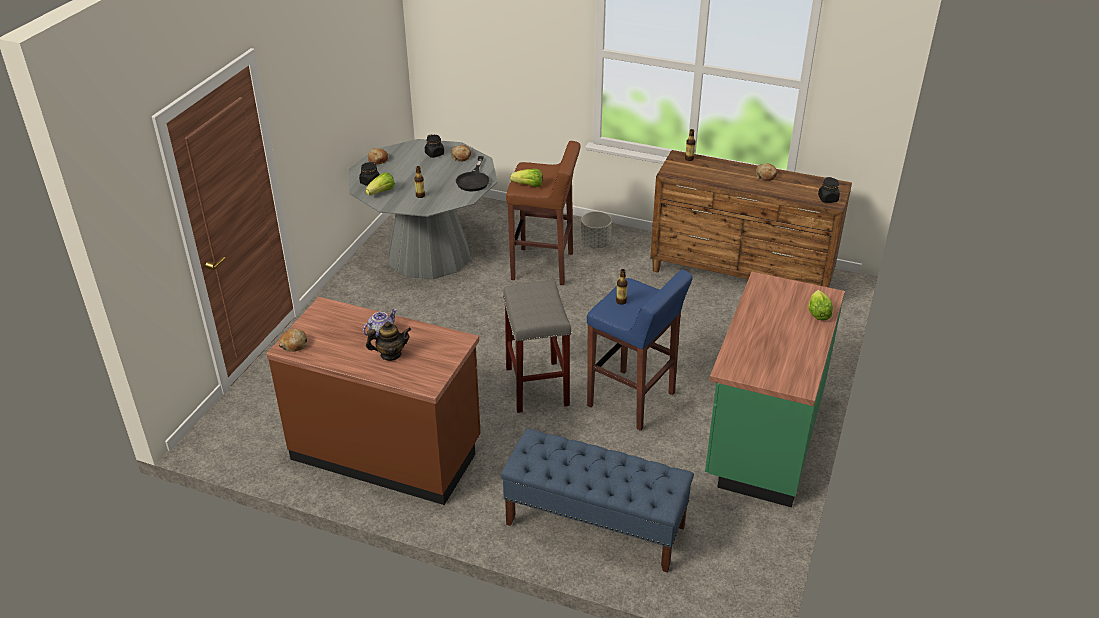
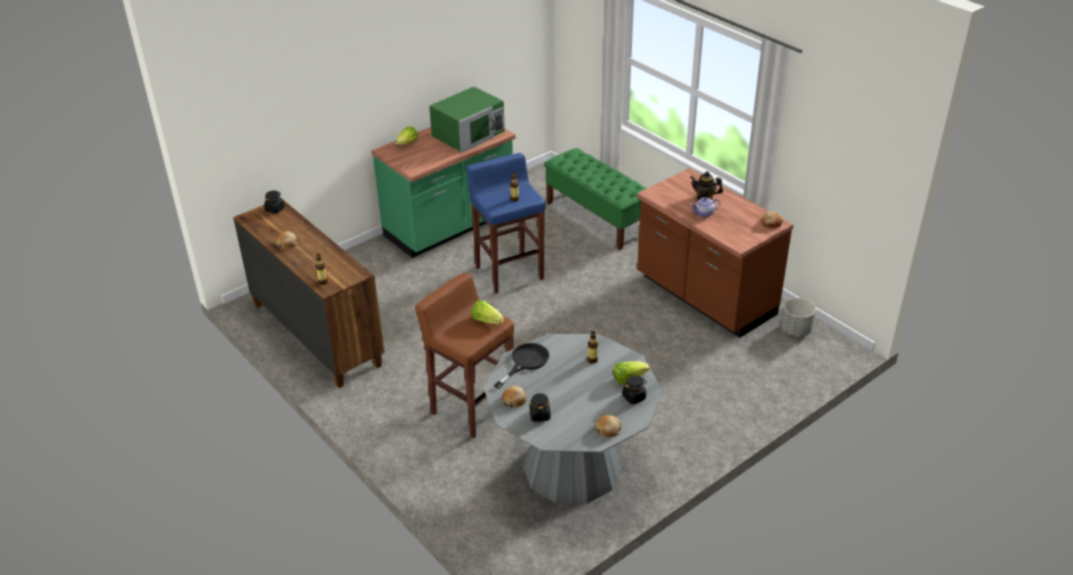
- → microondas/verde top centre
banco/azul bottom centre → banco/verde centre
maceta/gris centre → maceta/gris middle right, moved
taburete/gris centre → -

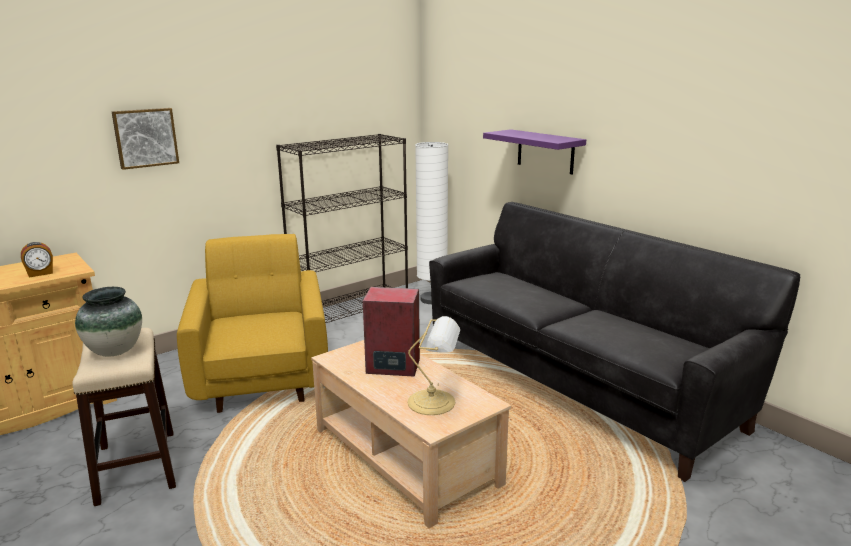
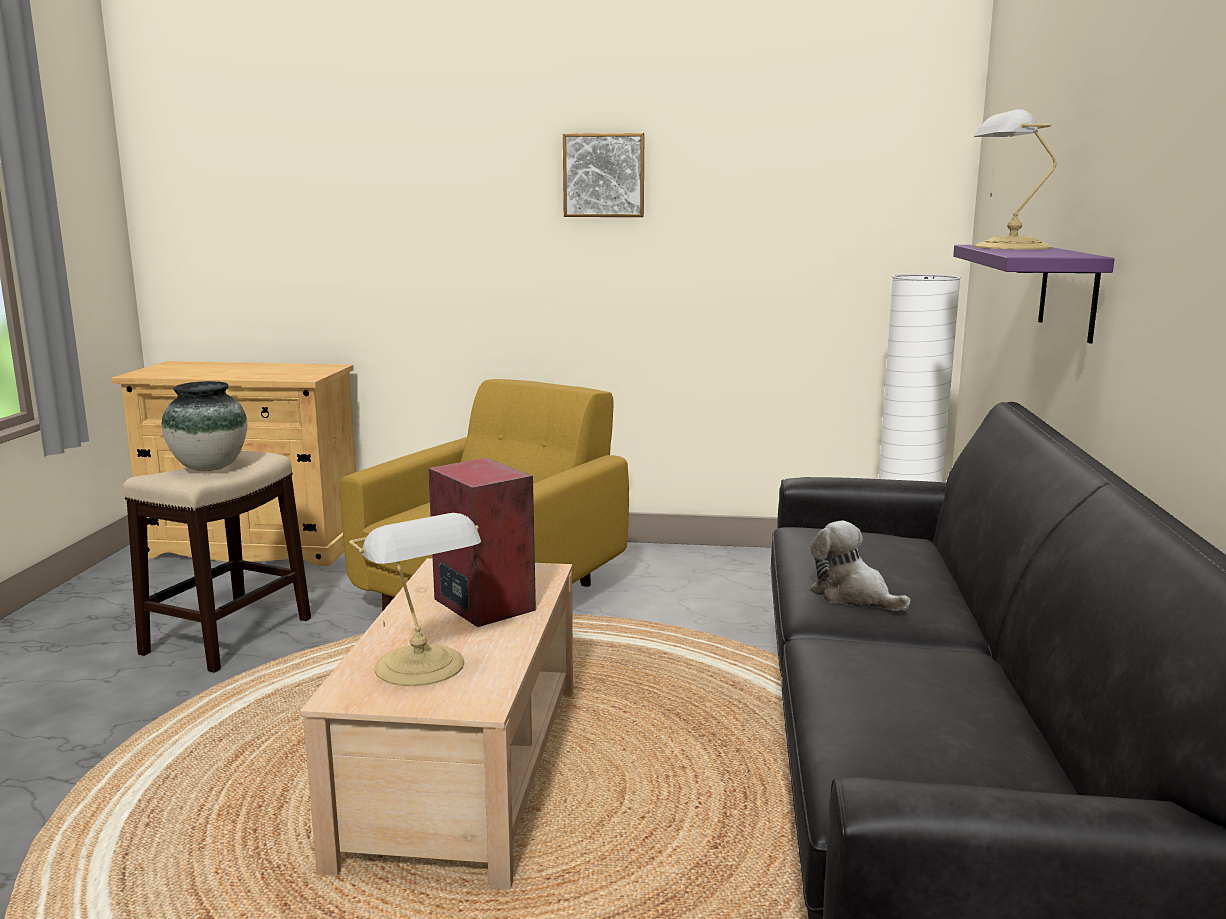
cuadro top left → cuadro top centre, moved
- → peluche middle right
- → lámpara de mesa (2nd from left) top right
despertador middle left → -
estantería/negro centre → -

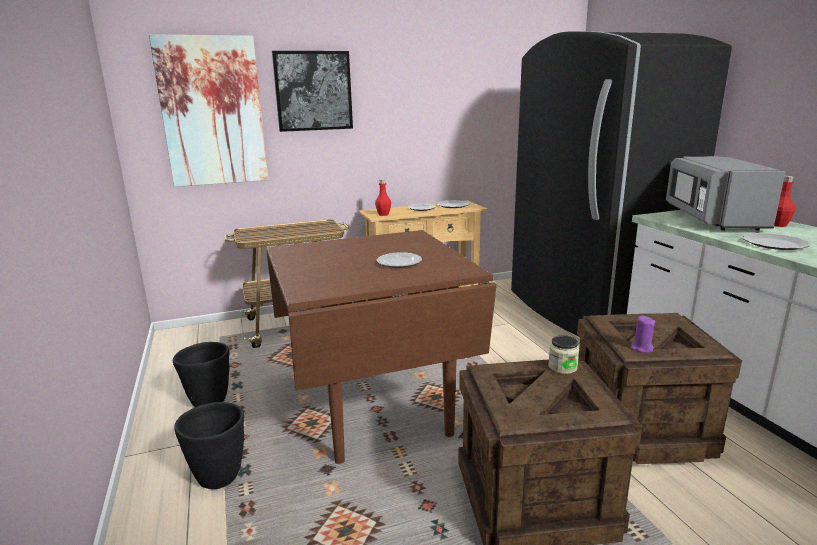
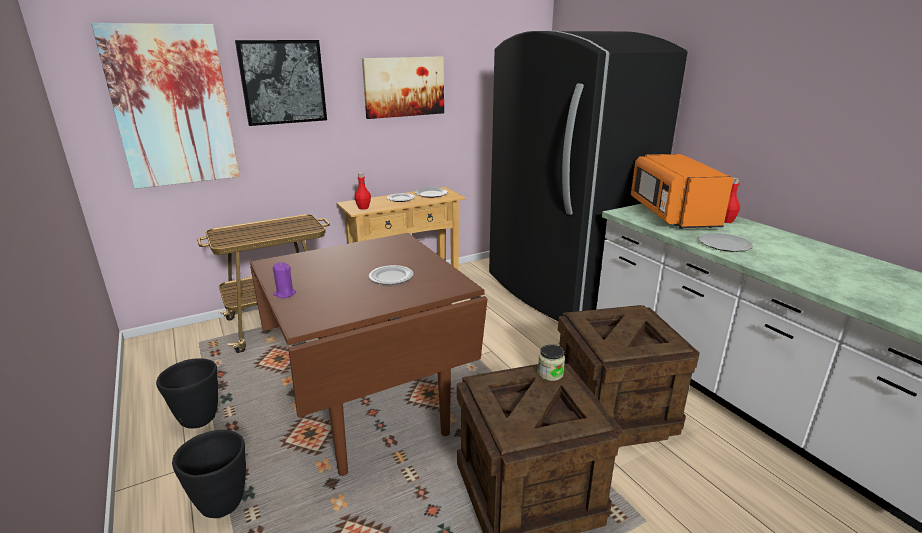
vela/morado middle right → vela/morado middle left, moved
- → cuadro (3rd from left) top centre
microondas/gris middle right → microondas/naranja middle right

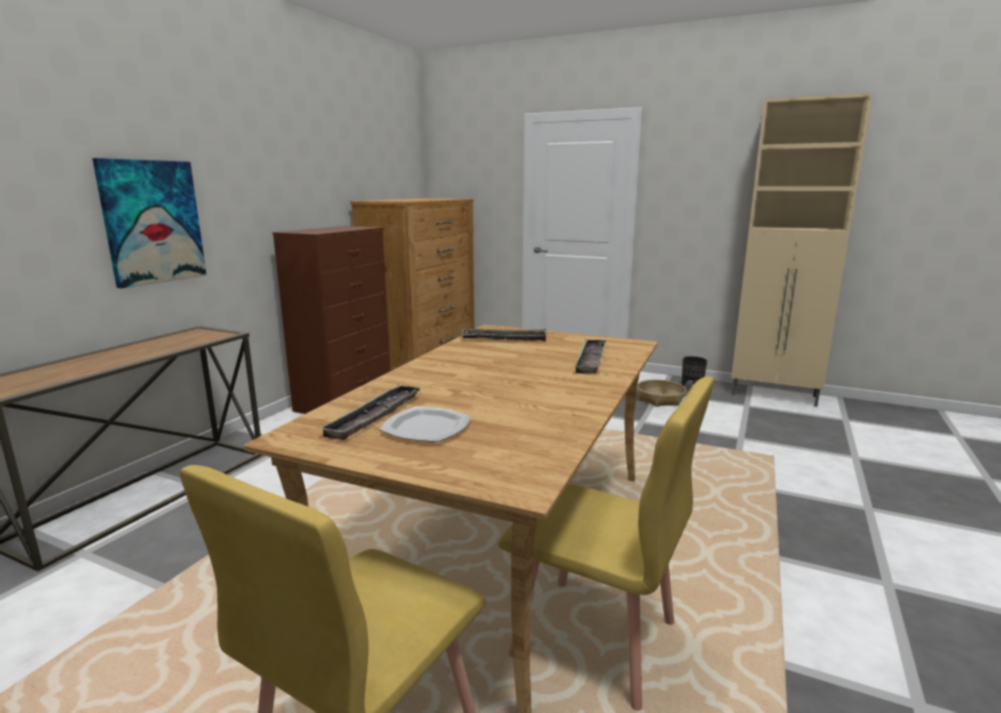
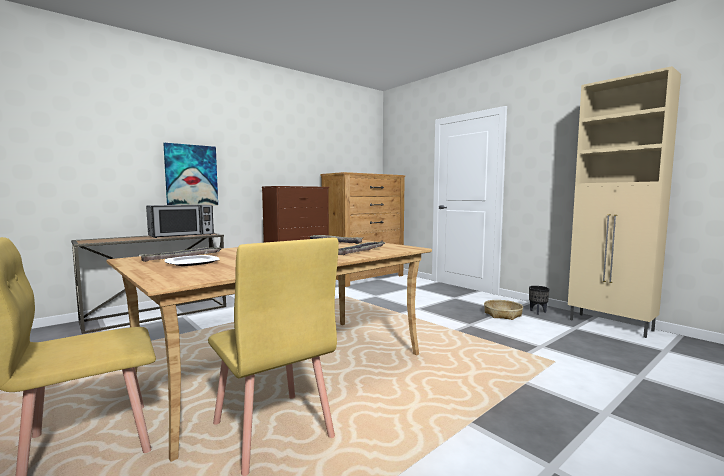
- → microondas middle left

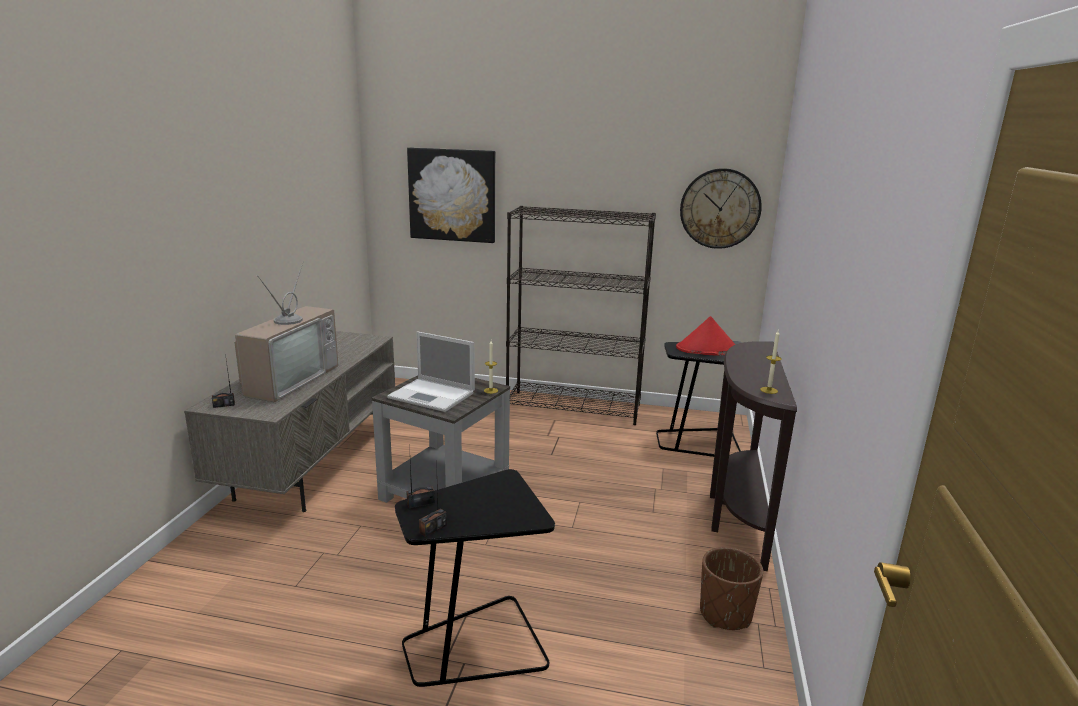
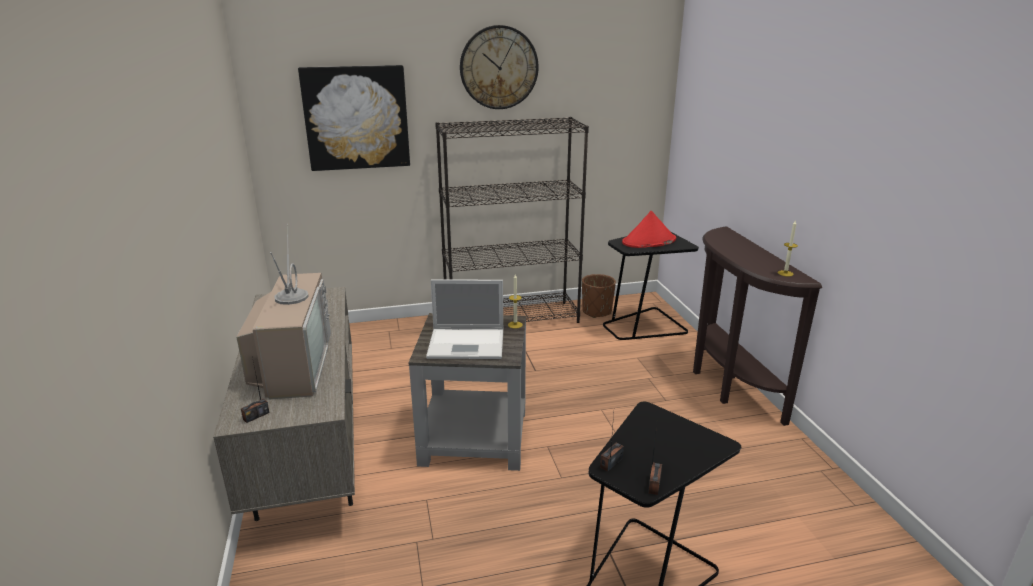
reloj de pared top right → reloj de pared top centre, moved
maceta/marrón bottom right → maceta/marrón centre, moved

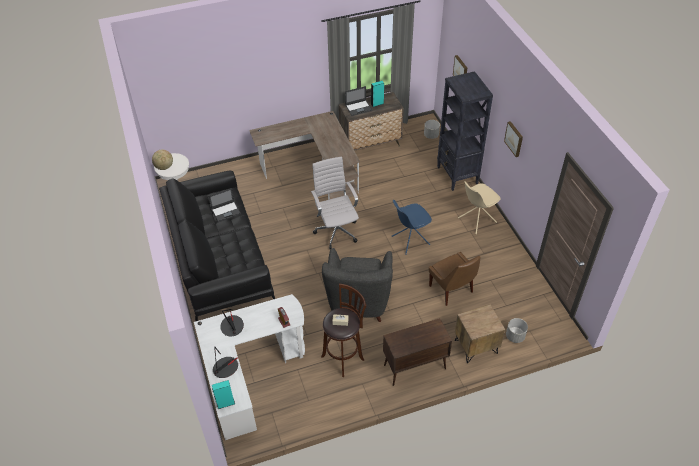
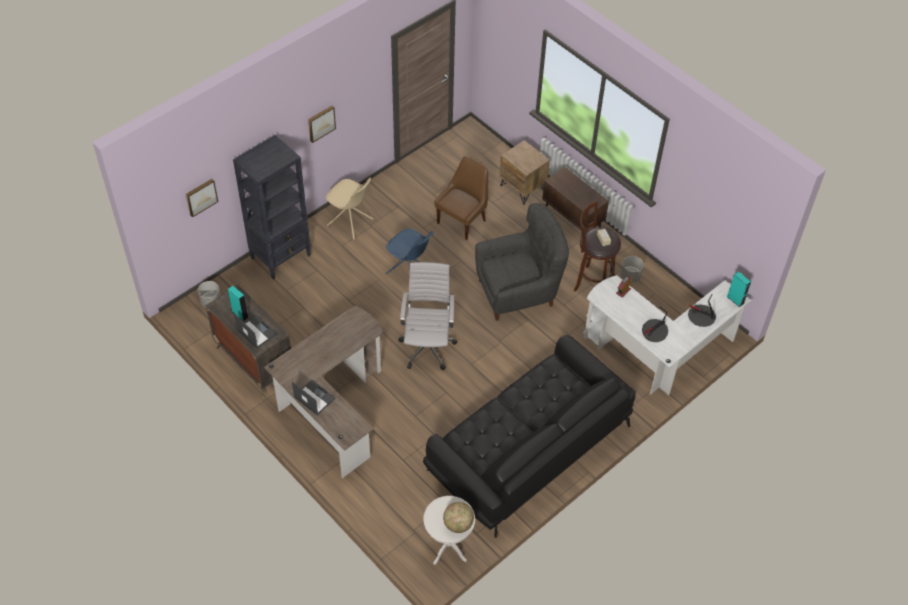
portátil (1st from left in the first image) middle left → portátil (2nd from left) centre, moved
silla de oficina/blanco centre, 135 degrees clockwise
maceta/gris (2nd from left) bottom right → maceta/gris (2nd from left) middle right, moved

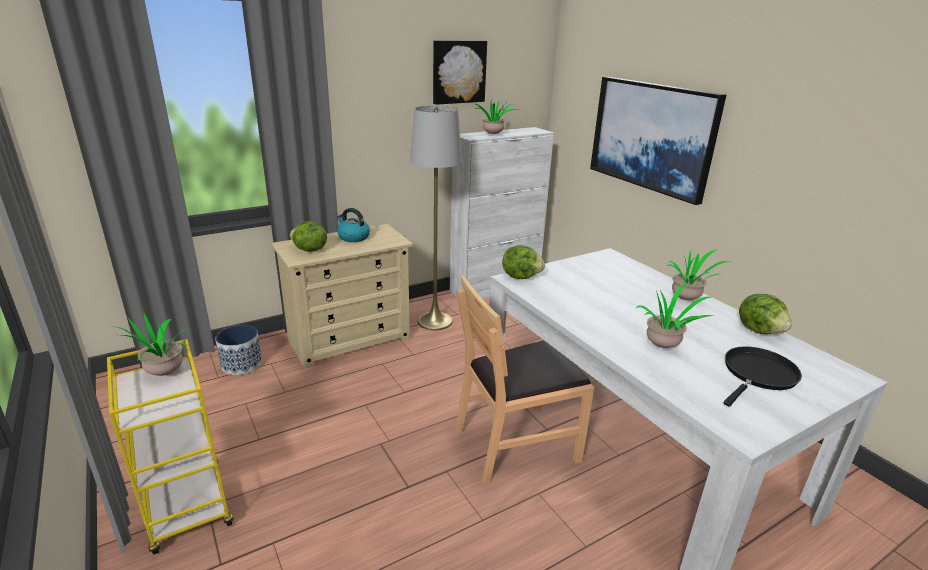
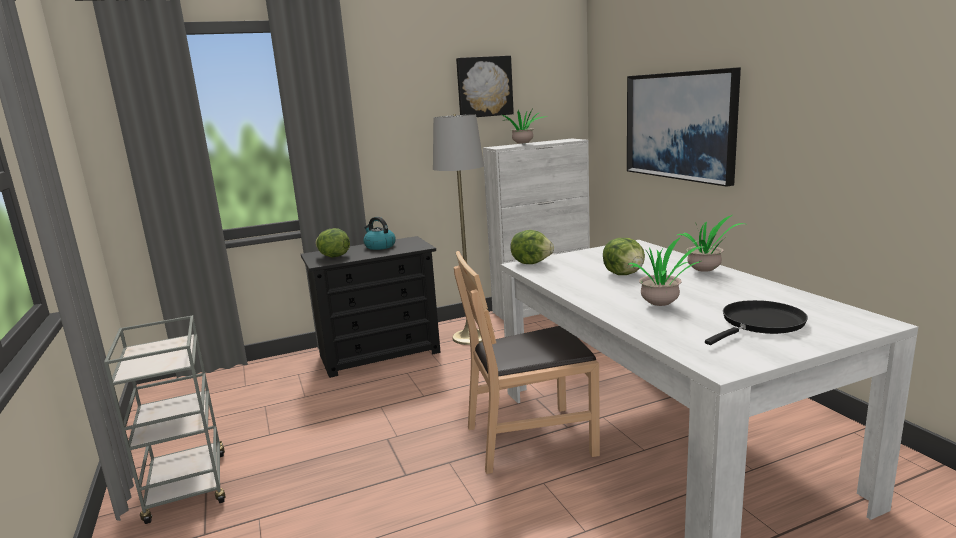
carrito/amarillo bottom left → carrito/gris bottom left
cómoda/beis centre → cómoda/negro centre
lechuga (3rd from left) middle right → lechuga (3rd from left) centre, moved
planta en maceta (1st from left) middle left → -
maceta middle left → -

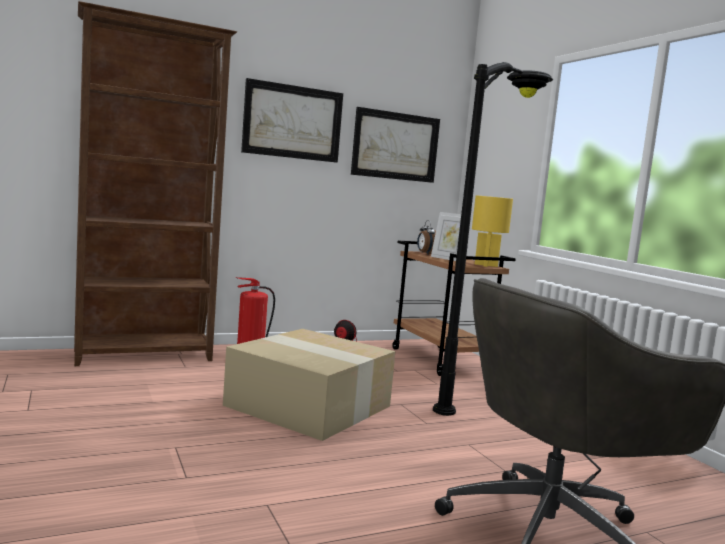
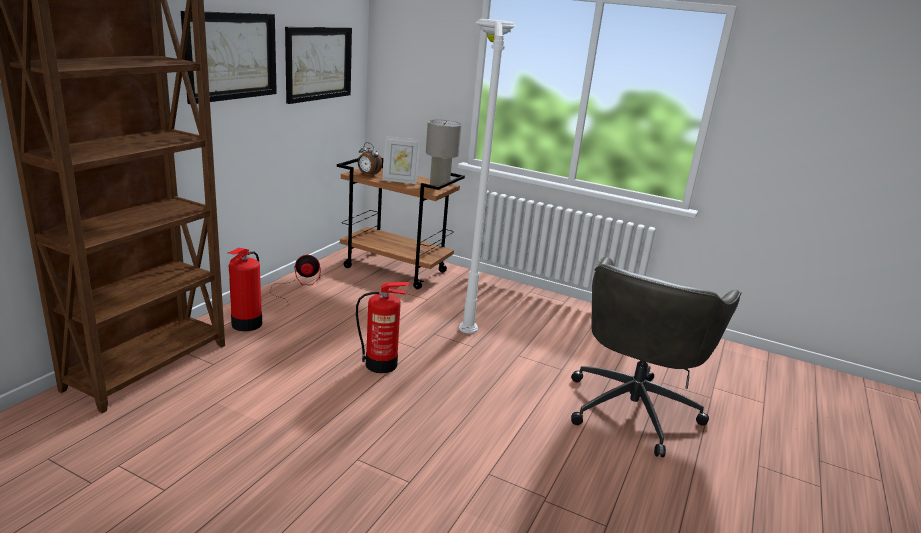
caja de cartón bottom centre → extintor (2nd from left) centre
lámpara de mesa/amarillo middle right → lámpara de mesa/gris top centre
lámpara de pie/negro middle right → lámpara de pie/blanco top centre

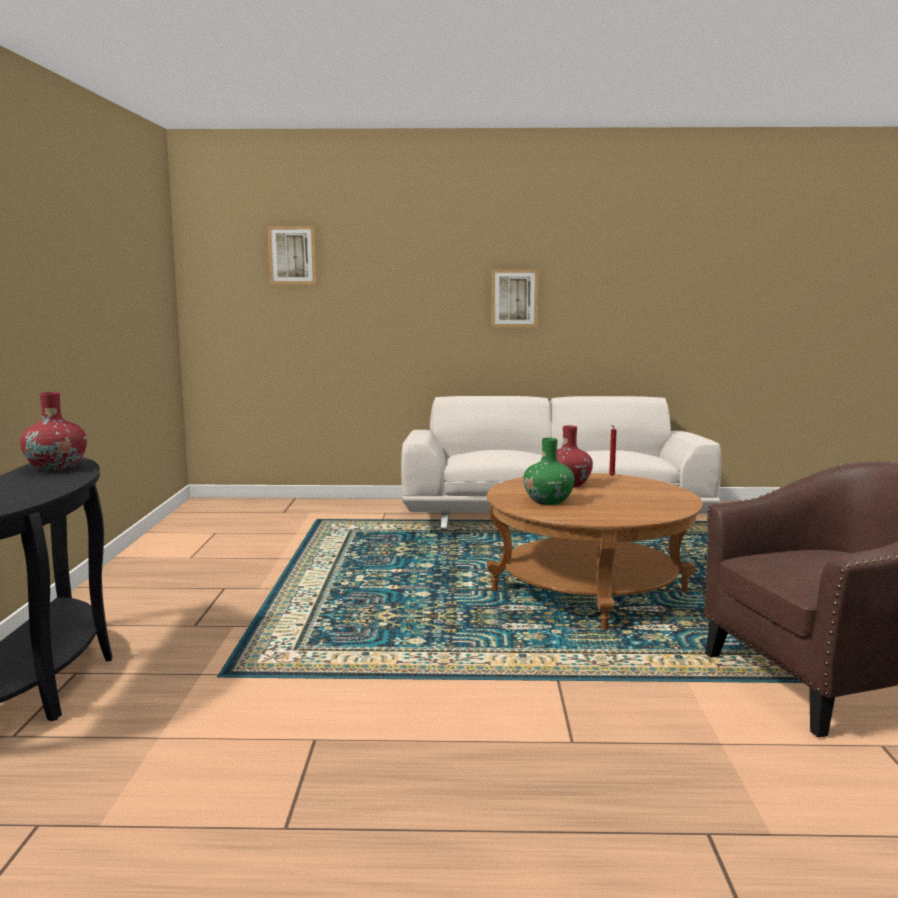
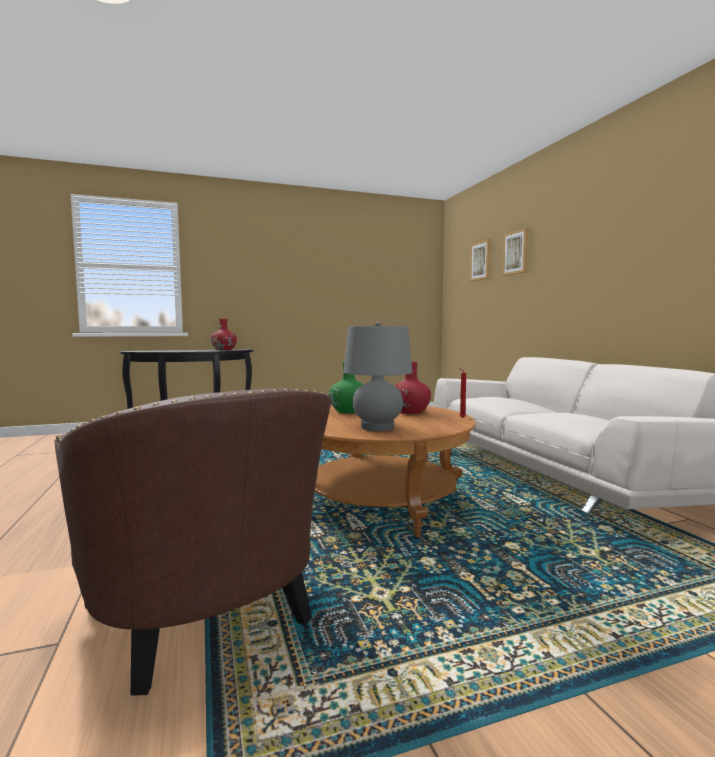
- → lámpara de mesa/gris centre
cuadro (2nd from left) top centre → cuadro (2nd from left) top right, moved

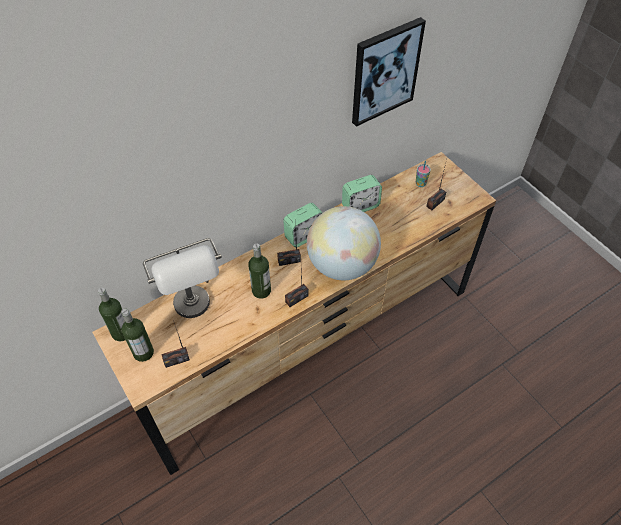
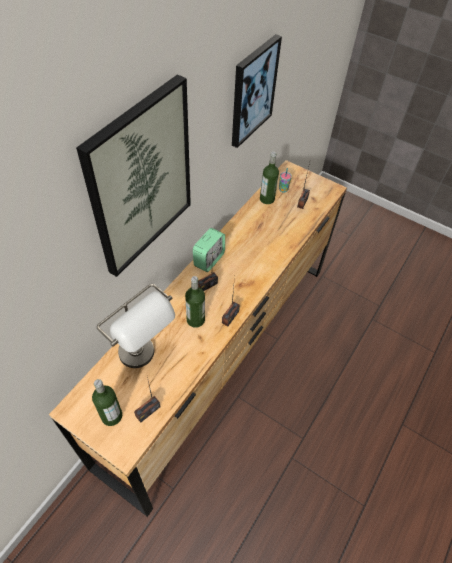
- → cuadro (1st from left) top left
botella (1st from left in the first image) middle left → botella (3rd from left) top centre, moved
globo terráqueo centre → -
despertador (2nd from left) centre → -

